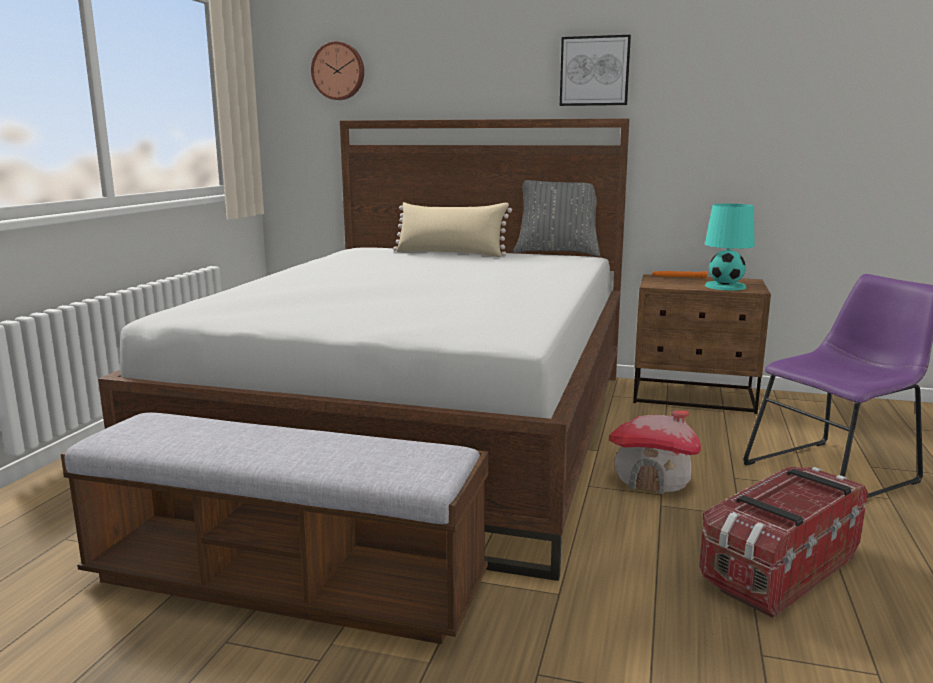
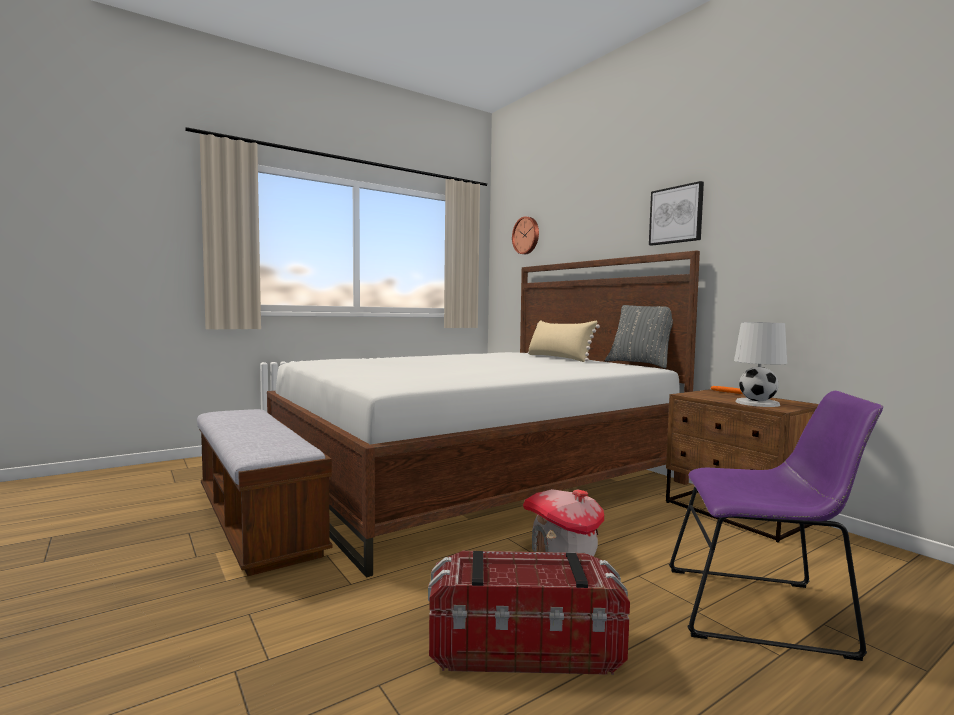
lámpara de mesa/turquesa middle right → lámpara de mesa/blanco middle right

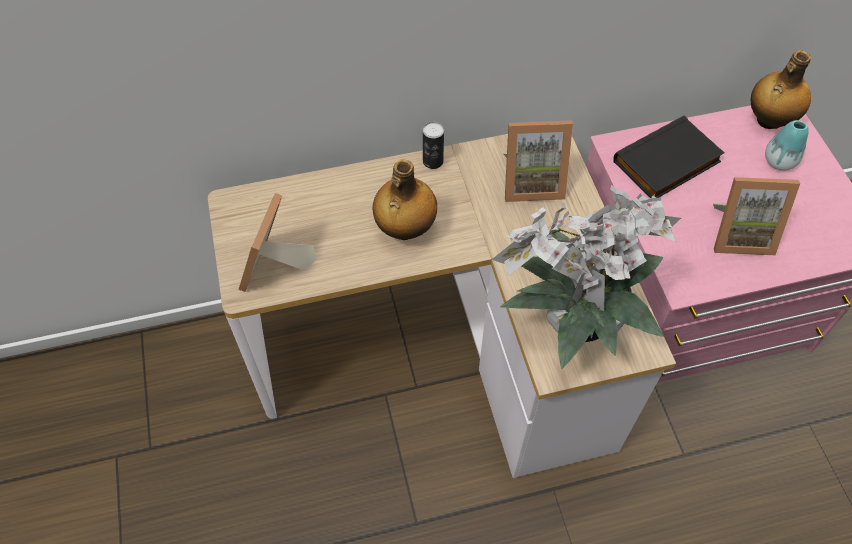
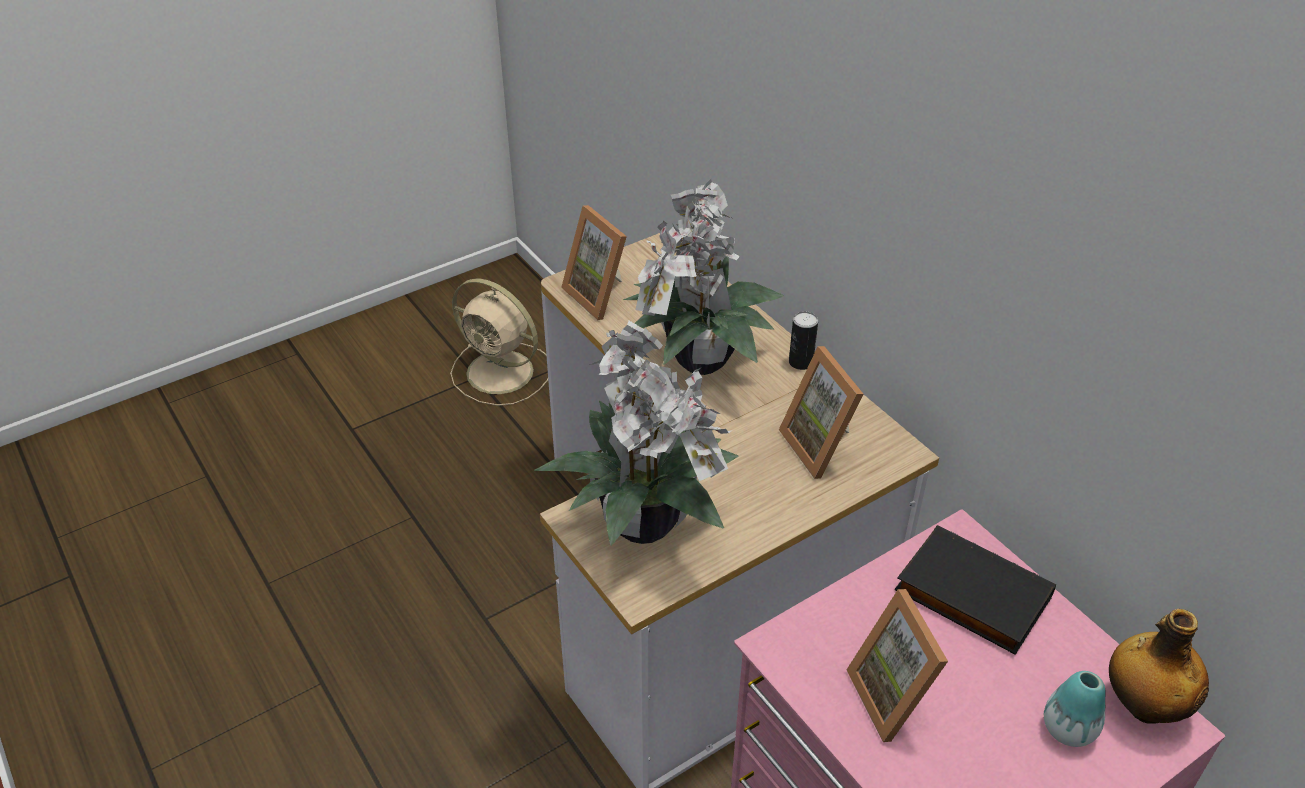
- → ventilador/beis centre
portarretratos (1st from left) middle left → portarretratos (1st from left) top centre, 120 degrees counterclockwise
botella (1st from left) centre → planta en maceta (2nd from left) centre

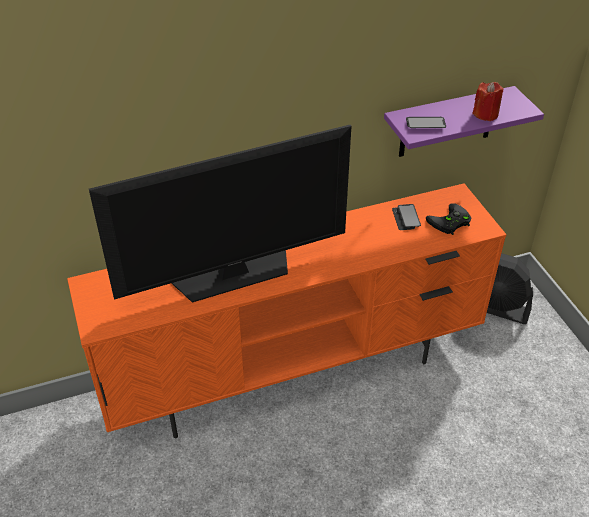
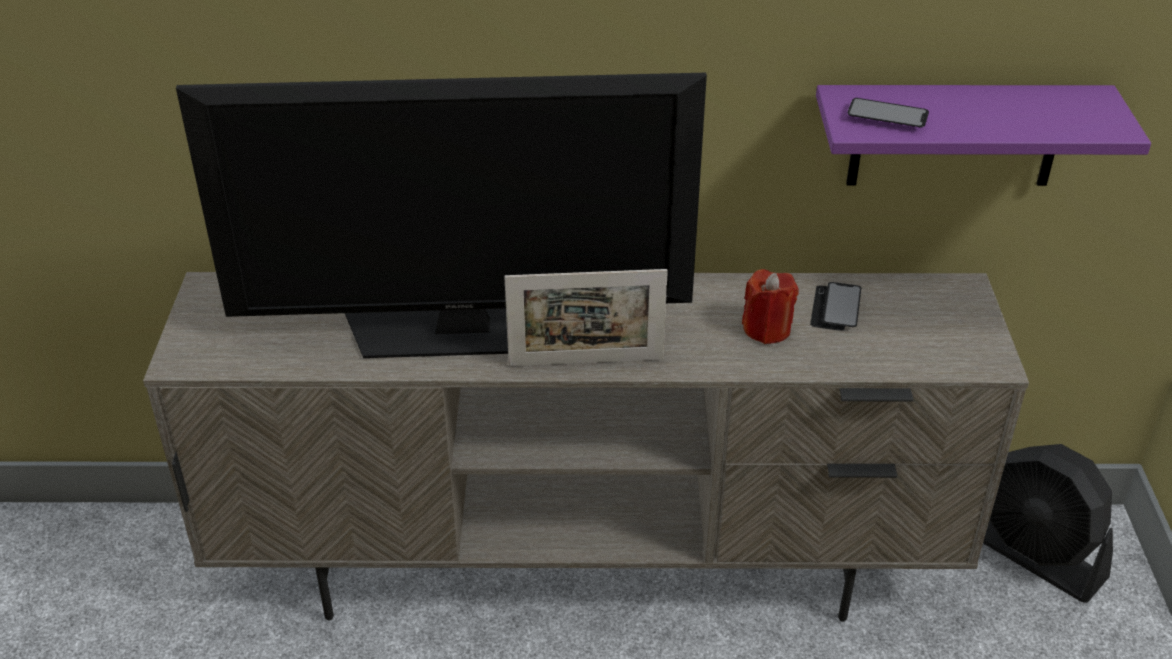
mueble de televisión/naranja centre → mueble de televisión/beis bottom centre
- → portarretratos centre
vela/rojo top right → vela/rojo centre, moved
mando de consola/negro middle right → -

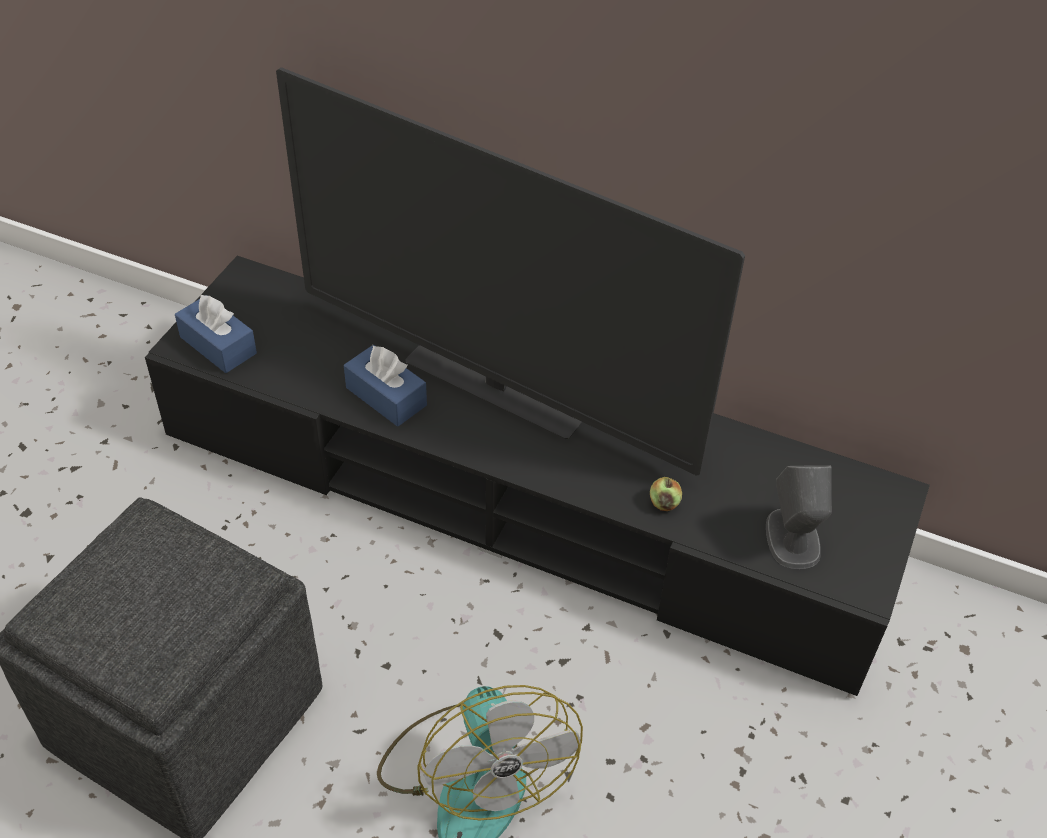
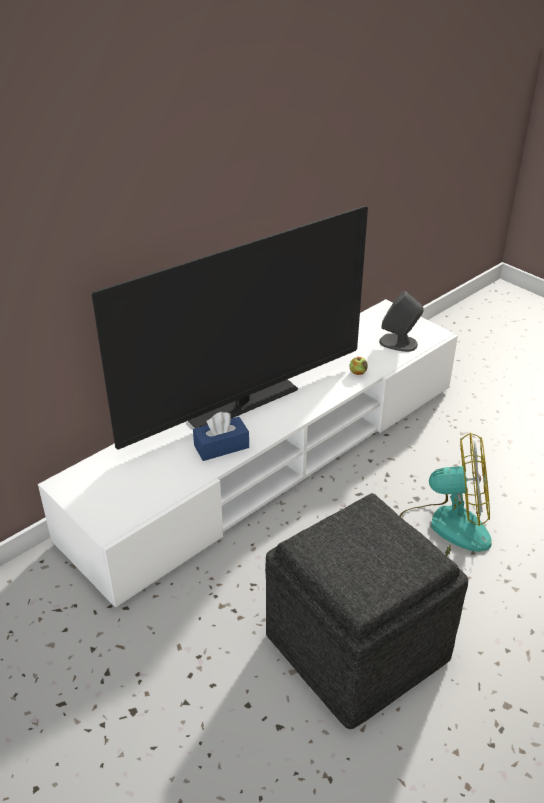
mueble de televisión/negro centre → mueble de televisión/blanco centre
caja de pañuelos/azul (1st from left) middle left → -

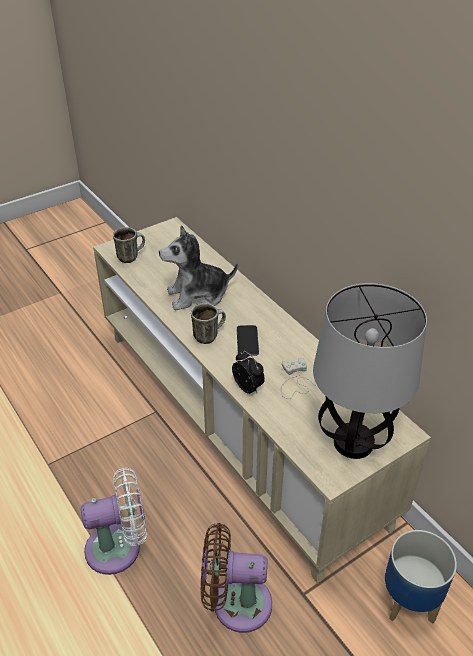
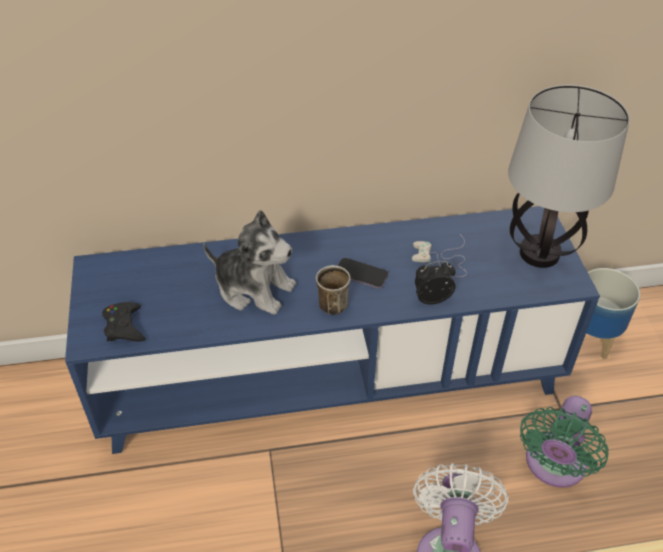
mueble de televisión/beis centre → mueble de televisión/azul centre
taza grande (1st from left) middle left → mando de consola/negro middle left
peluche centre, 75 degrees counterclockwise
ventilador/marrón bottom centre → ventilador/verde bottom right

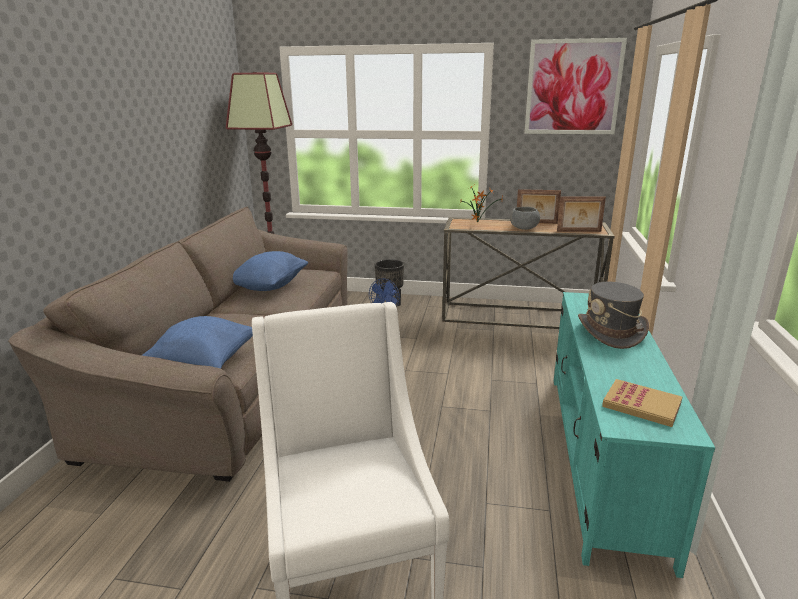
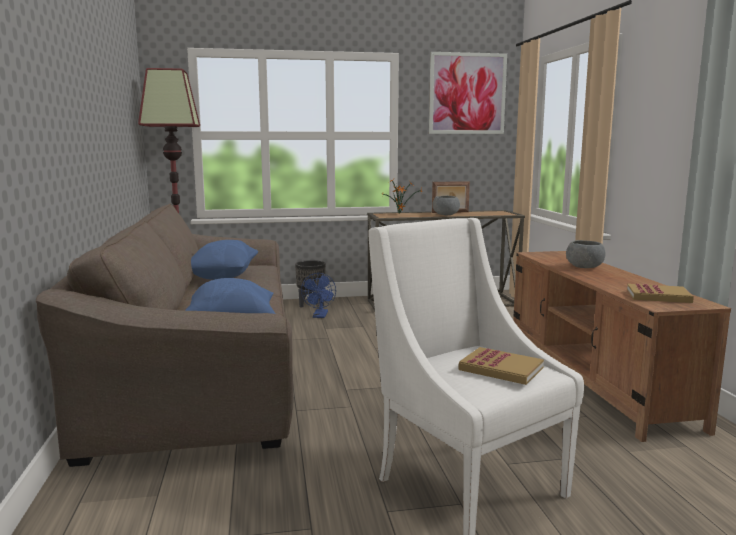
- → libro (1st from left) bottom right
mueble de televisión/turquesa bottom right → mueble de televisión/marrón middle right
sombrero/gris middle right → cuenco/gris (2nd from left) middle right
portarretratos (2nd from left) middle right → -

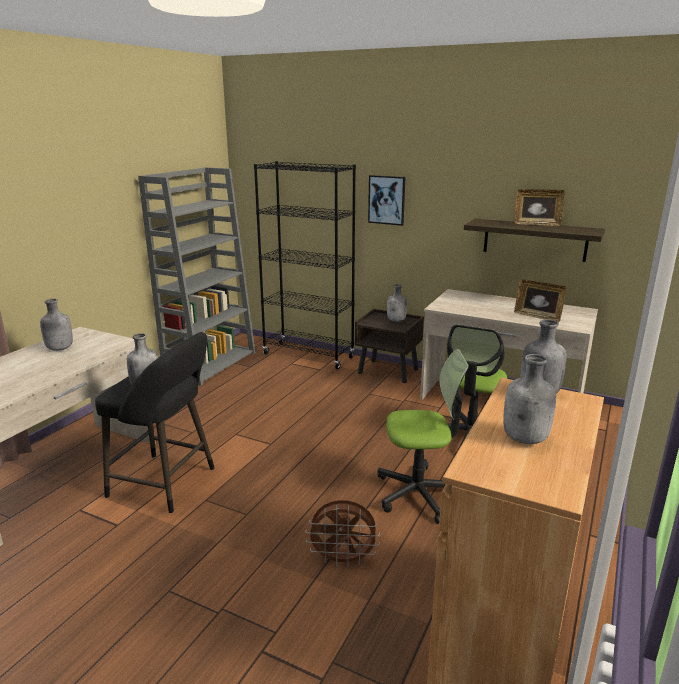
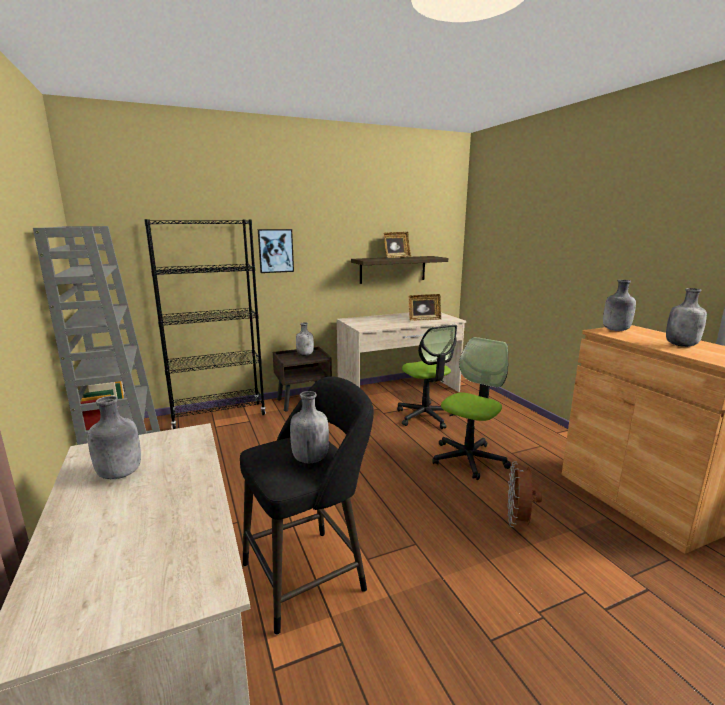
ventilador/marrón bottom centre → ventilador/marrón bottom right, 150 degrees clockwise

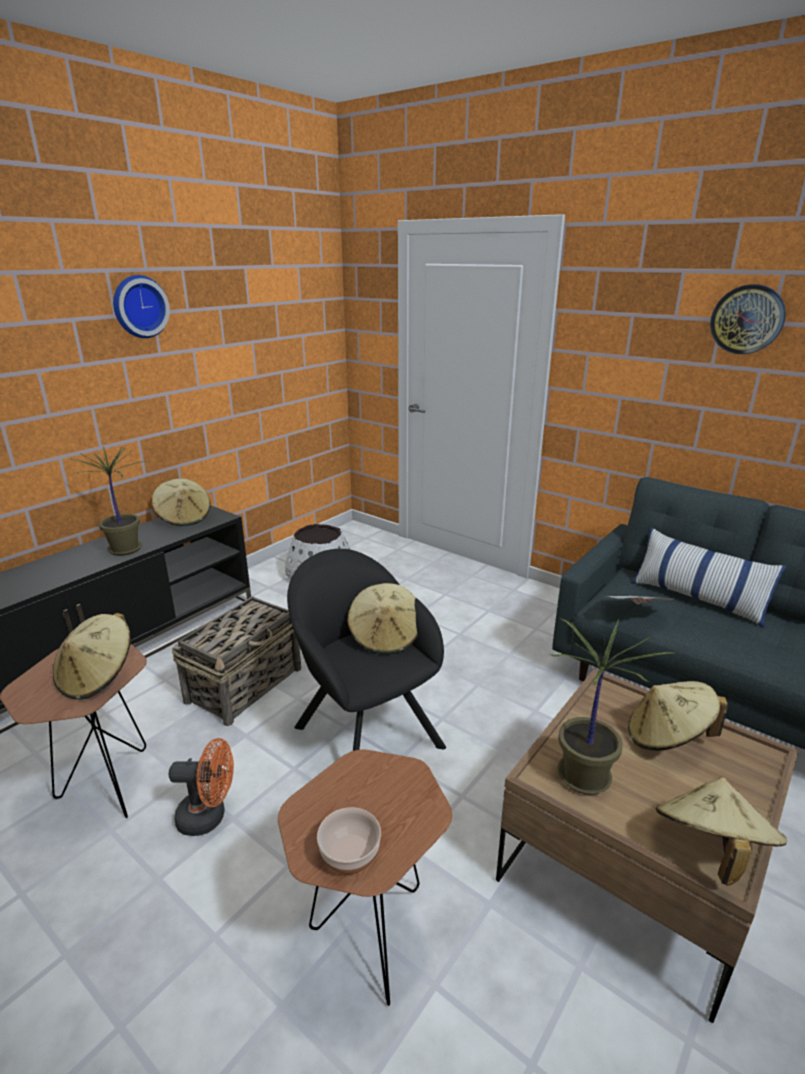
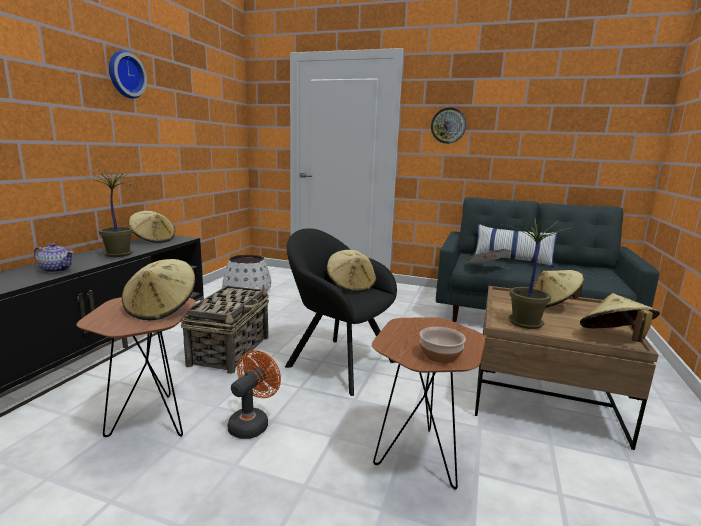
- → tetera middle left
ventilador/naranja bottom left → ventilador/naranja bottom centre, 45 degrees counterclockwise
reloj de pared (2nd from left) top right → reloj de pared (2nd from left) top centre, moved

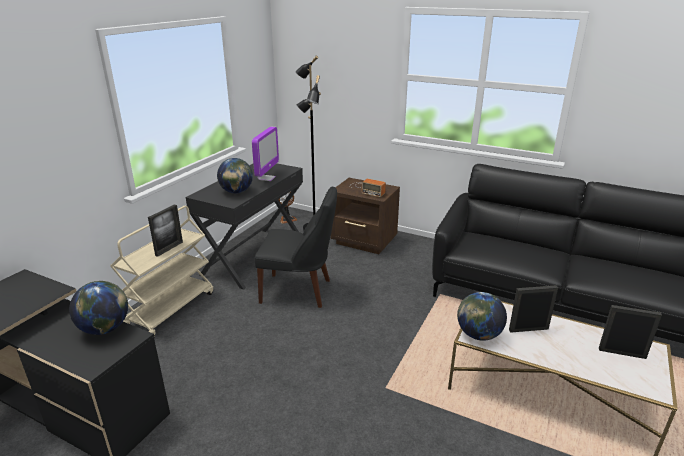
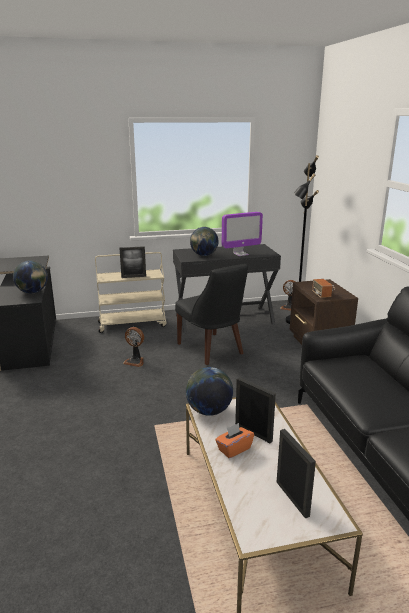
- → ventilador (1st from left) middle left
- → caja de pañuelos/naranja bottom centre

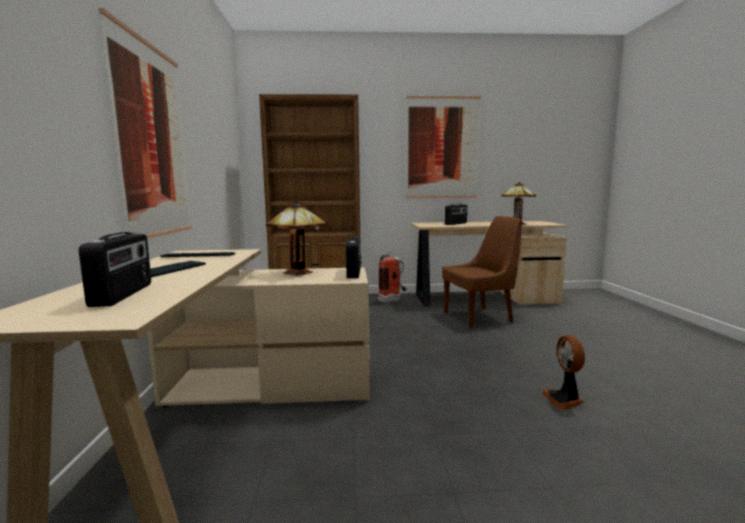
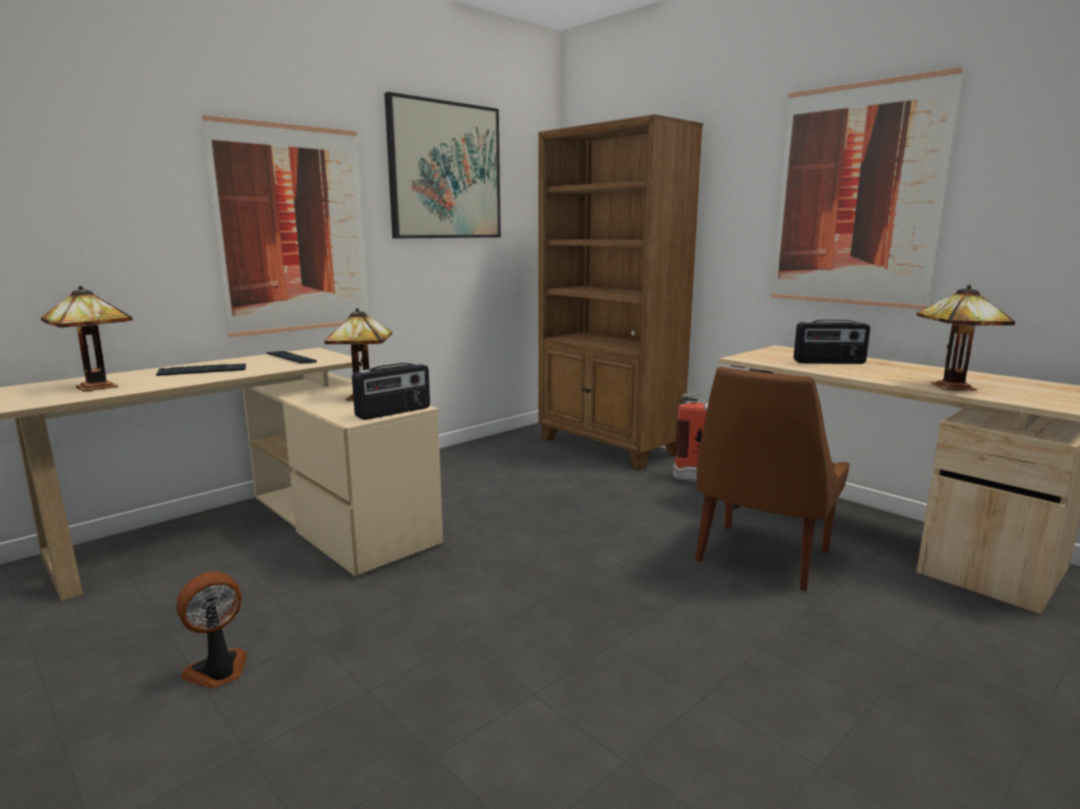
radio (1st from left) middle left → lámpara de mesa (1st from left) middle left
ventilador bottom right → ventilador bottom left, moved
- → cuadro (2nd from left) top centre
silla/marrón centre → silla/marrón middle right, 90 degrees clockwise

